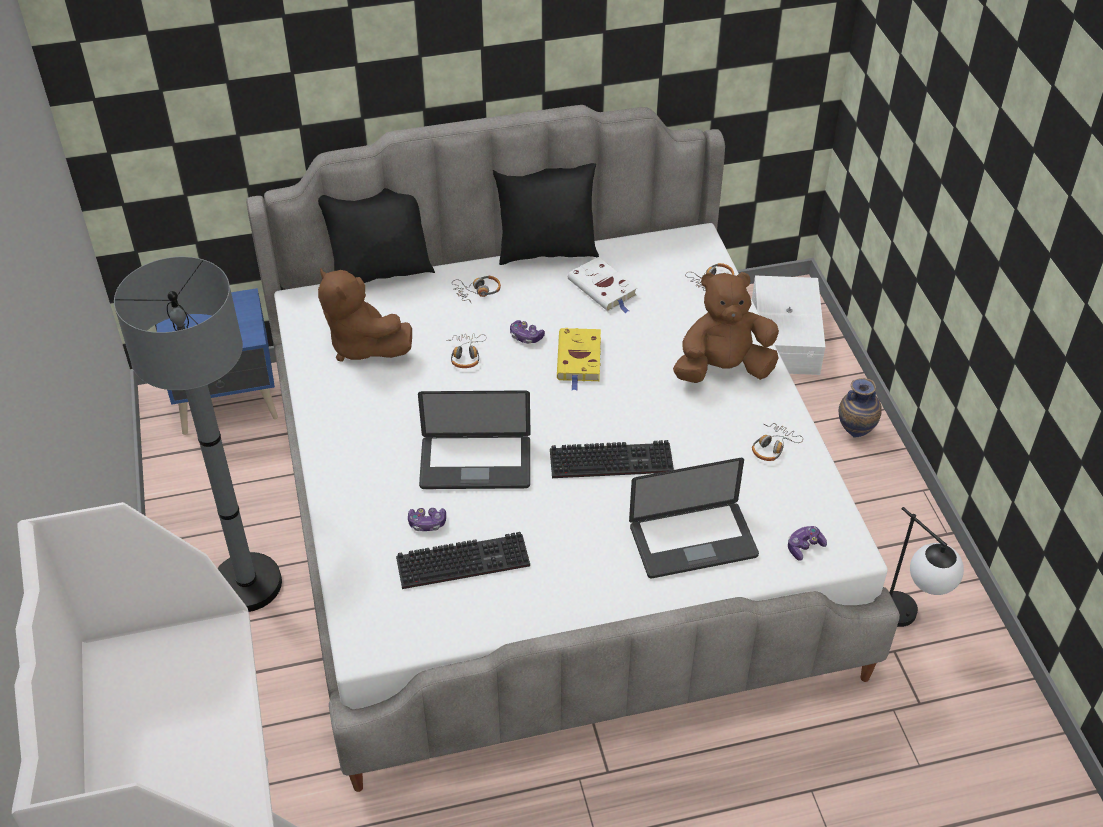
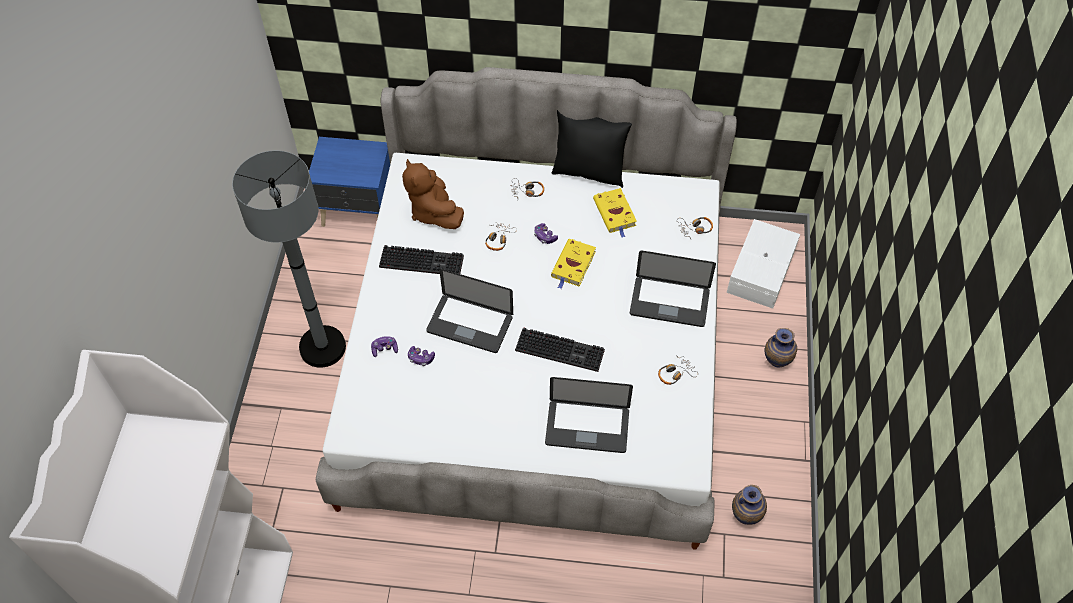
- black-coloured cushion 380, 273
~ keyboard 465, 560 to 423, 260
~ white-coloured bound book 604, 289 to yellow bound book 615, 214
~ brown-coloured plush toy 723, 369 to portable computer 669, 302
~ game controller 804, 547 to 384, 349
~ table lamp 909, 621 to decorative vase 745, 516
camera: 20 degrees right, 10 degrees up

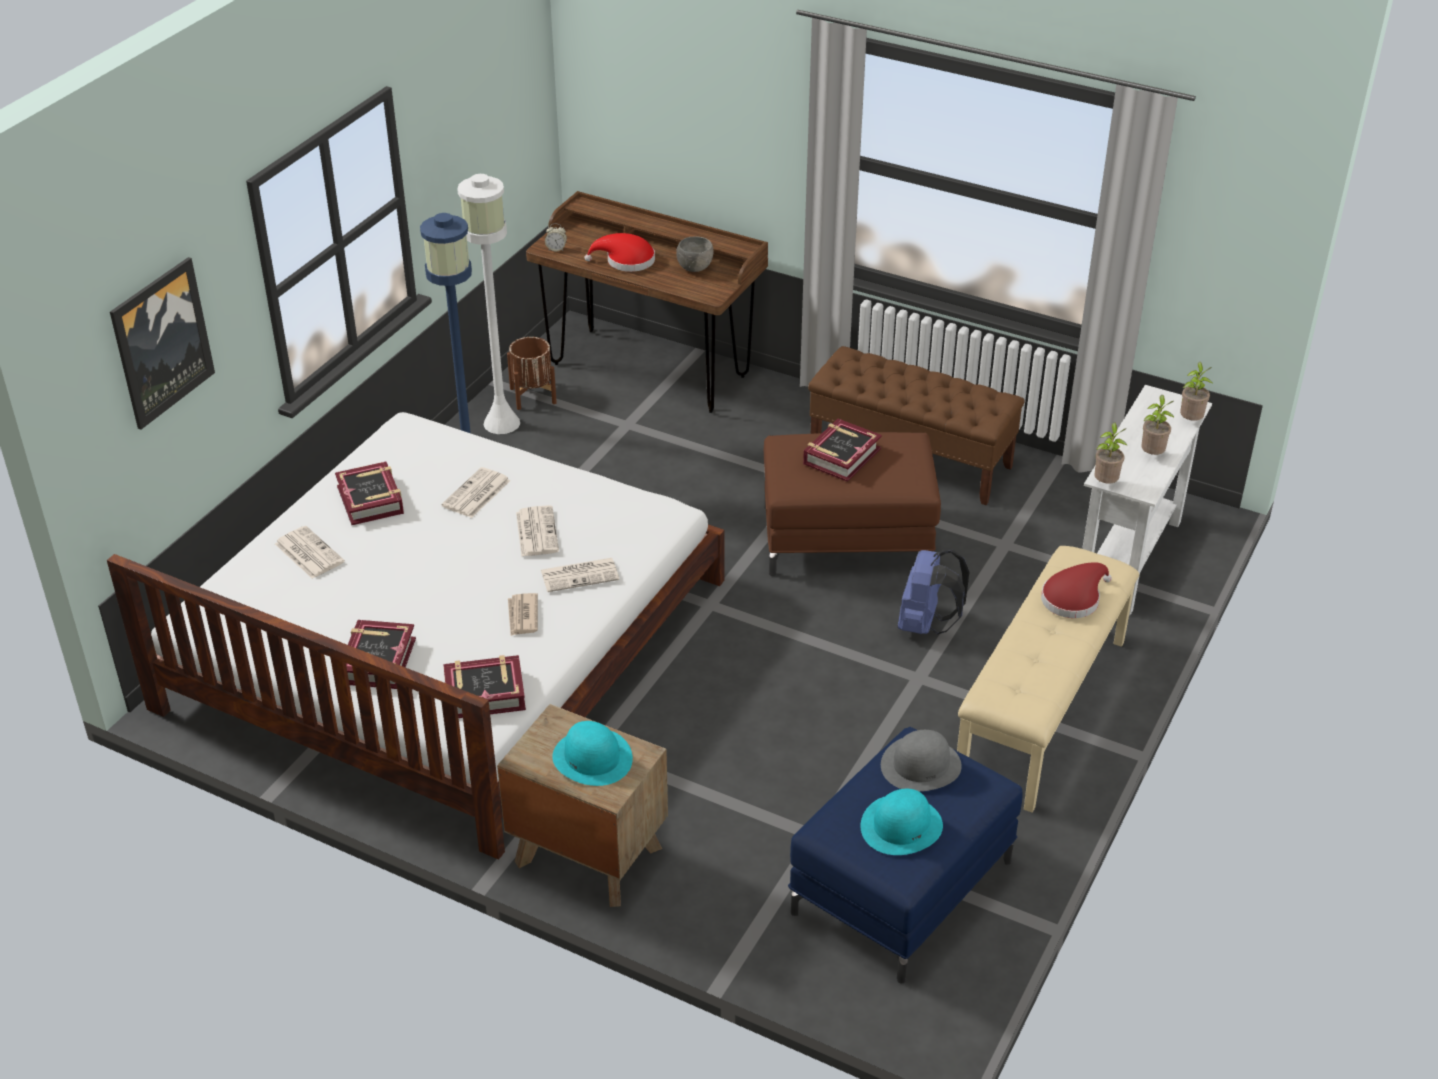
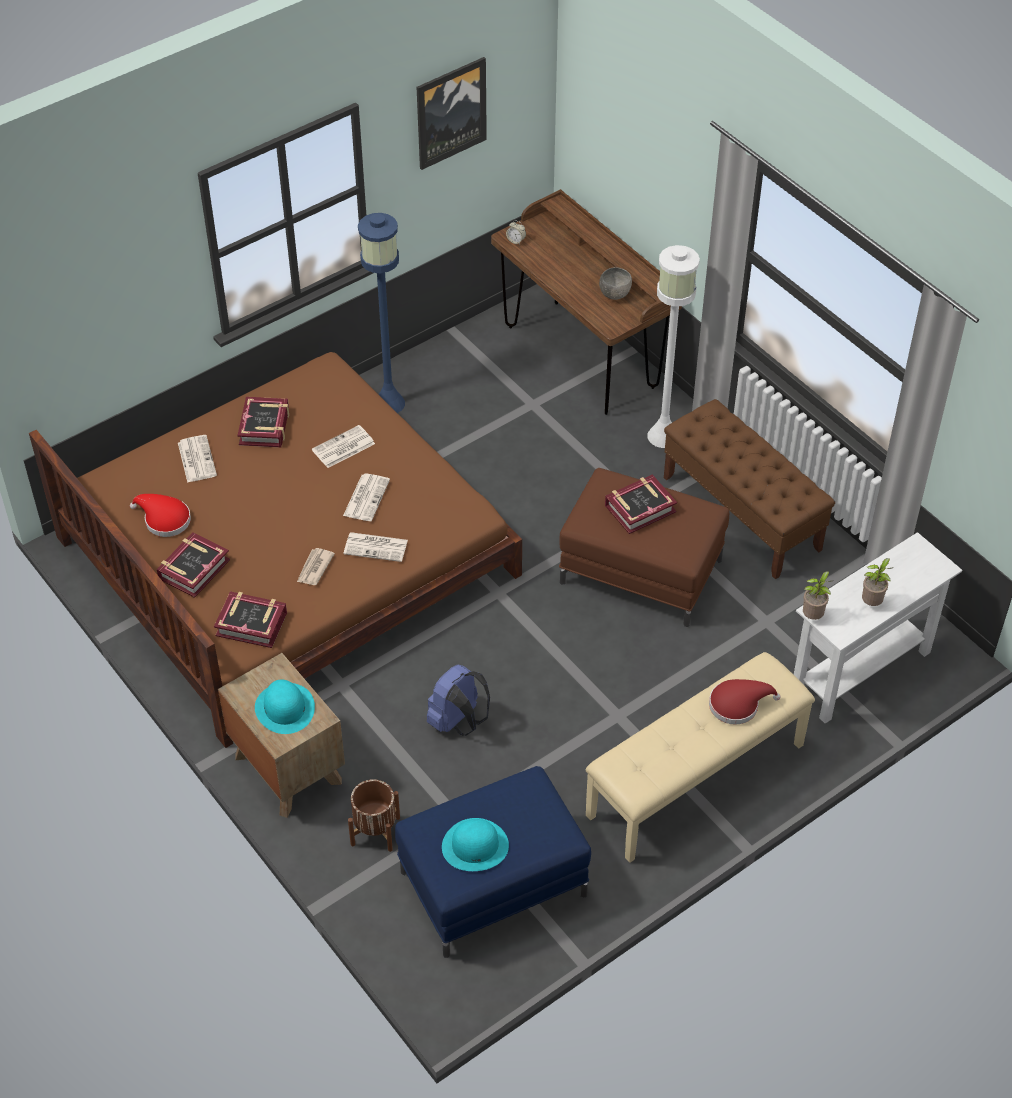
~ white-coloured bedroom bed 446, 643 to brown-coloured bedroom bed 286, 556
~ wall art 161, 342 to 450, 112
~ white-coloured standing lamp 501, 423 to 662, 436
~ brown-coloured planter 532, 395 to 375, 830
~ red-coloured hat 626, 261 to 164, 520
- greyish hat 921, 765
~ blue-coloured rucksack 926, 625 to 458, 722
- houseplant 1190, 421
camera: 25 degrees right, 10 degrees up

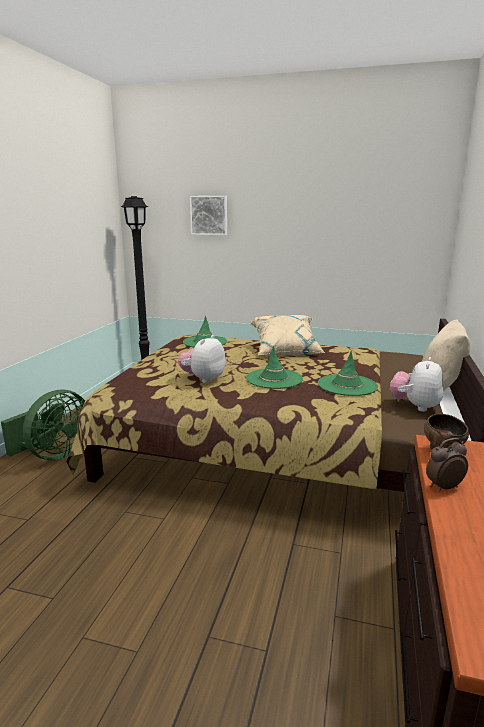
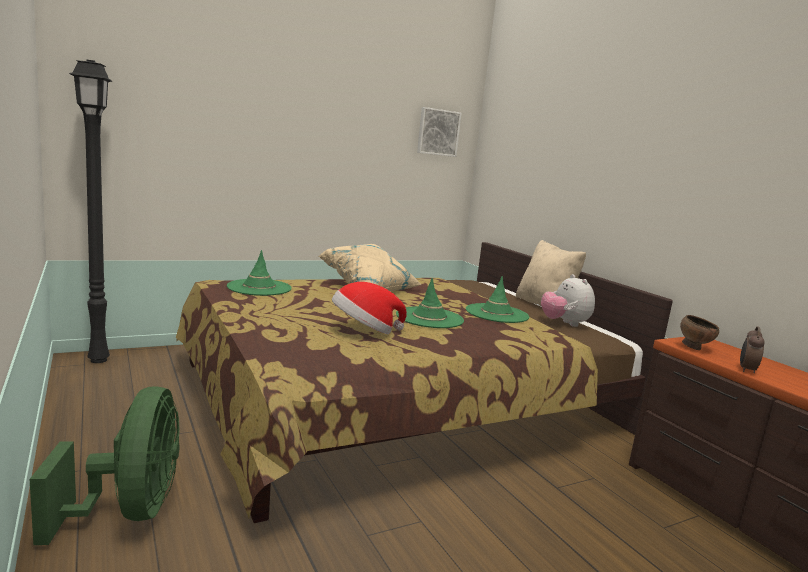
~ plush toy 203, 379 to hat 364, 331
~ wall art 209, 215 to 438, 132
camera: 45 degrees left, 5 degrees down

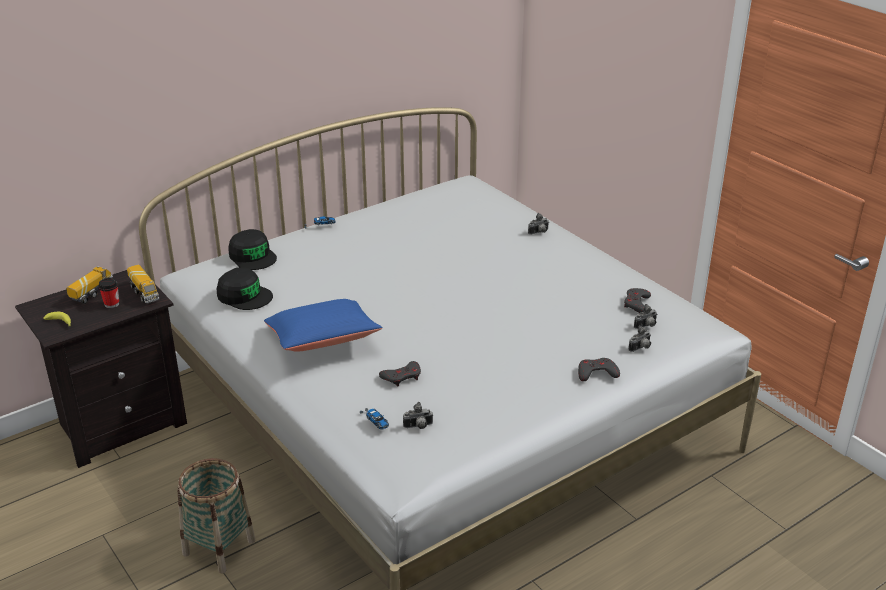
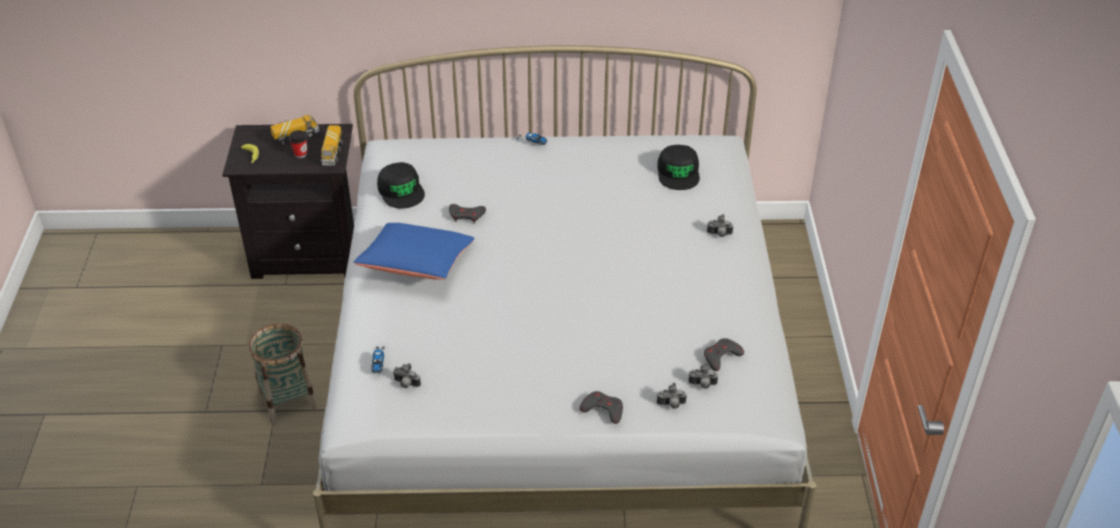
~ black-coloured peaked cap 252, 256 to 678, 172
~ greyish game controller 402, 377 to 466, 215
camera: 35 degrees right, 10 degrees up

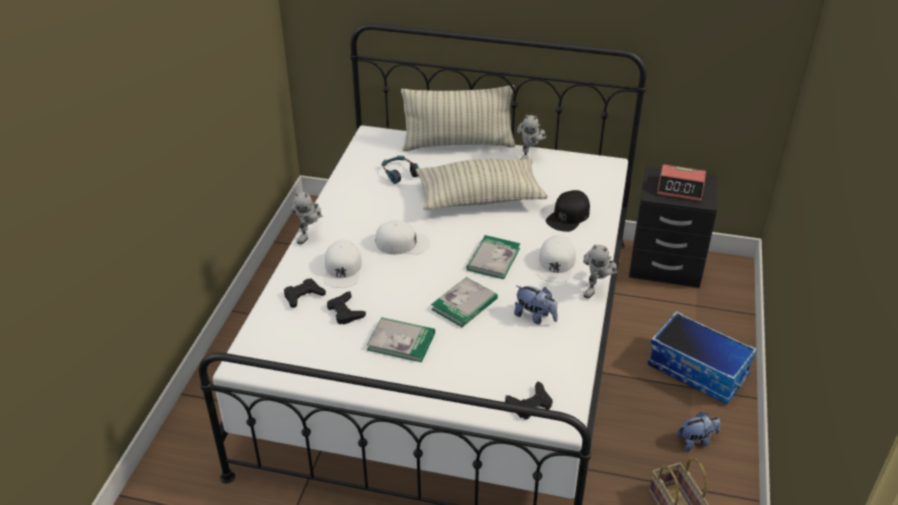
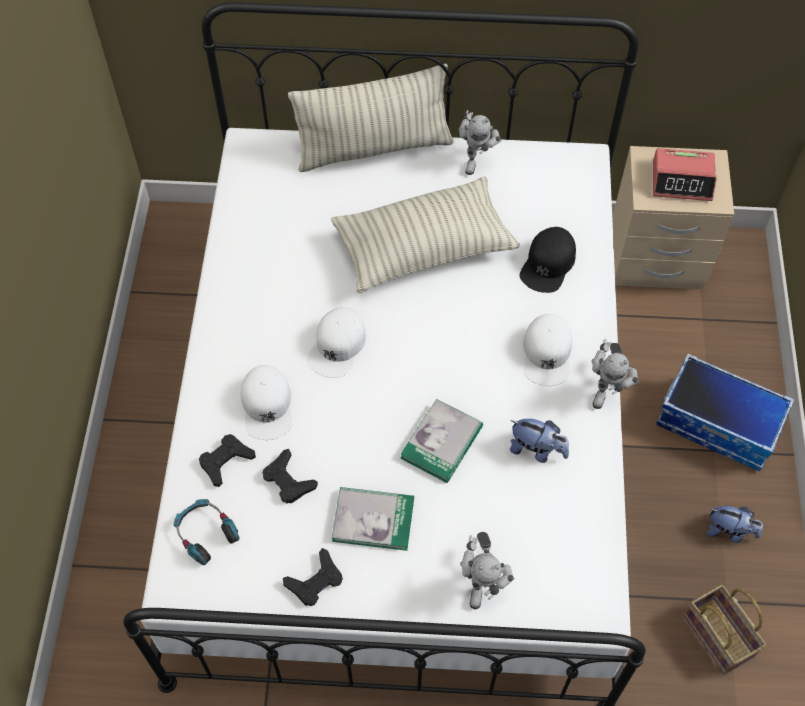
~ toy robot 310, 235 to 482, 582
~ white-coloured peaked cap 402, 243 = 337, 346 120 degrees clockwise
~ headset 399, 173 to 206, 533
- bound book 493, 259
~ black-coloured game controller 530, 404 to 315, 581
~ black-coloured nightstand 665, 266 to beige nightstand 655, 259
~ plush toy 696, 441 = 729, 531 45 degrees clockwise
camera: 10 degrees left, 20 degrees up

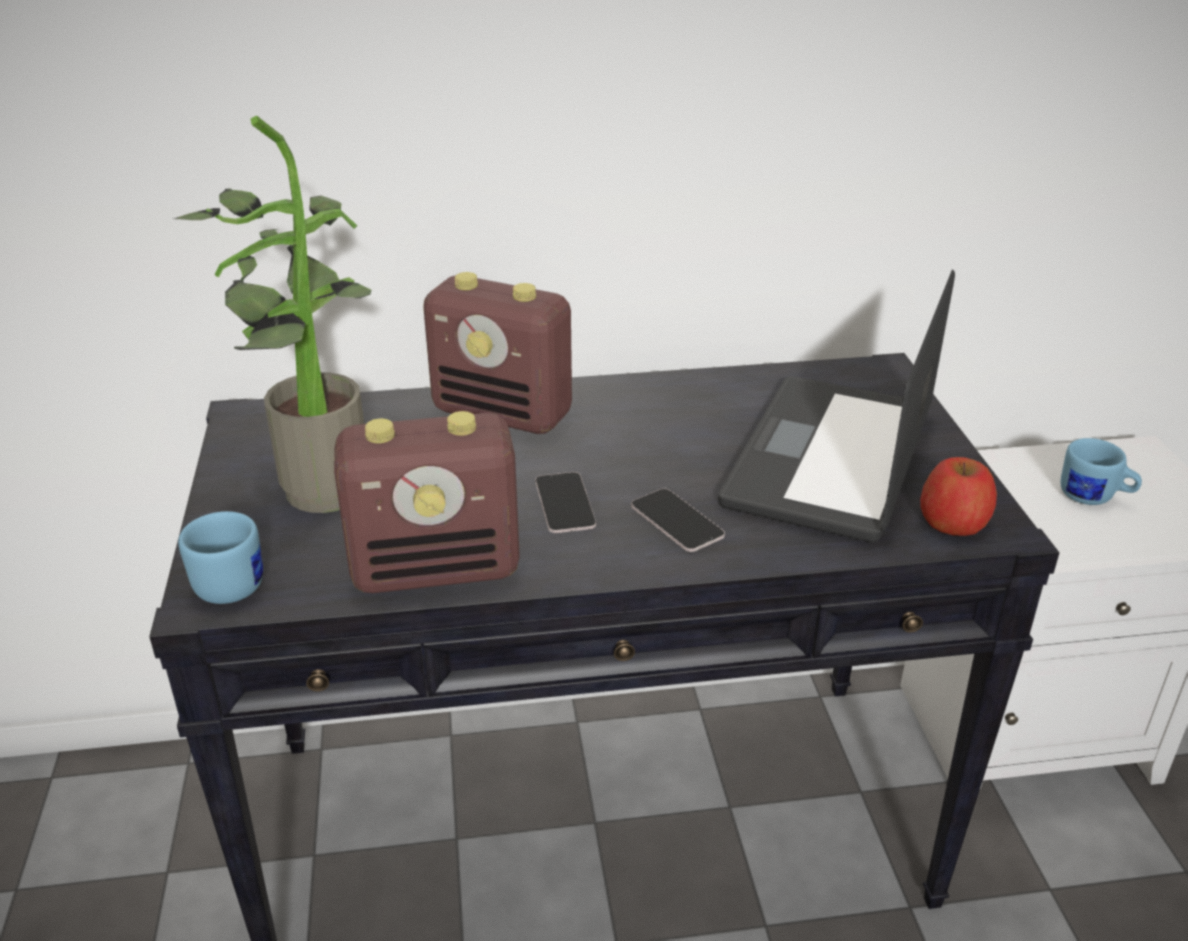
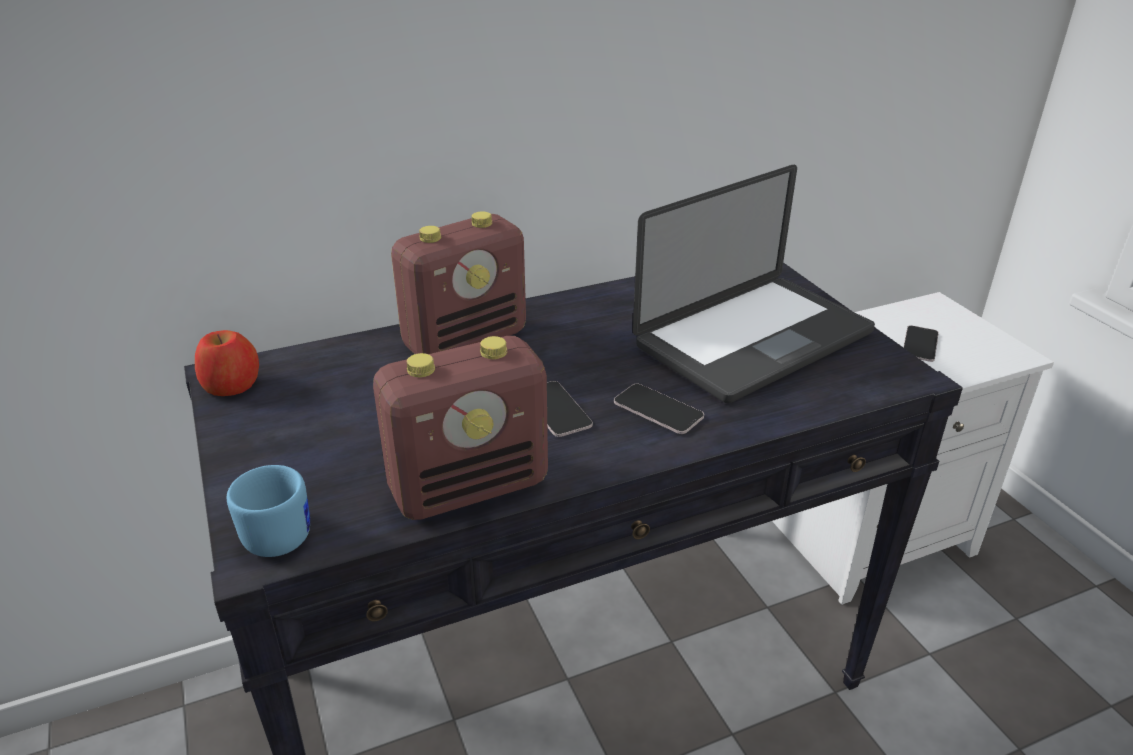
- houseplant 318, 484
~ radio receiver 504, 414 = 466, 340 45 degrees counterclockwise
~ portable computer 829, 459 = 754, 340 135 degrees counterclockwise
~ whole apple 954, 521 to 231, 384
~ blue-coloured mug 1094, 498 to phone 920, 344
camera: 15 degrees left, 0 degrees up

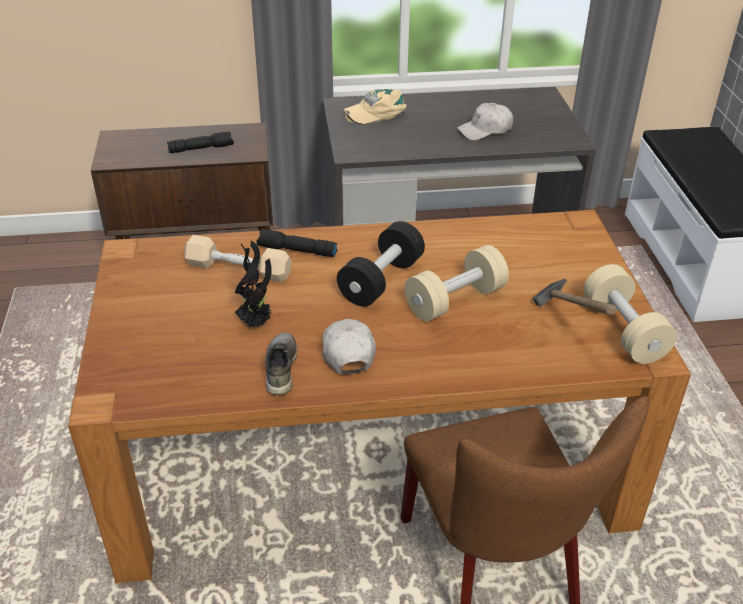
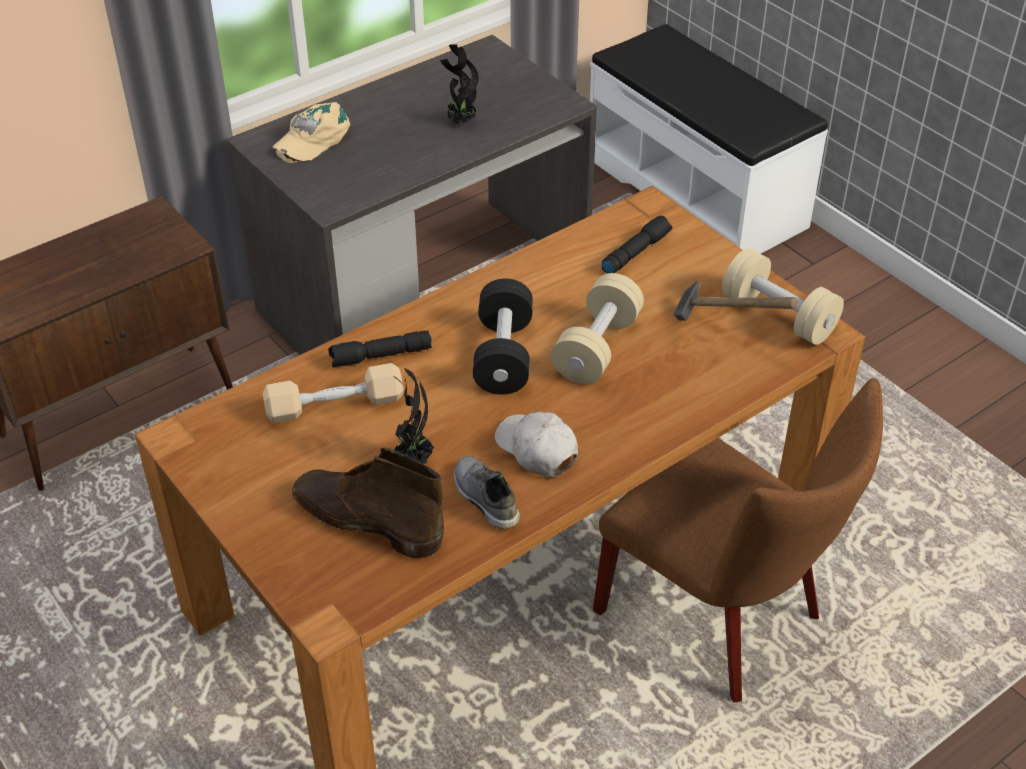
~ black-coloured flashlight 201, 148 to 635, 252
~ white-coloured peaked cap 485, 130 to houseplant 460, 121
+ brown-coloured boot 366, 520
camera: 30 degrees left, 5 degrees up

